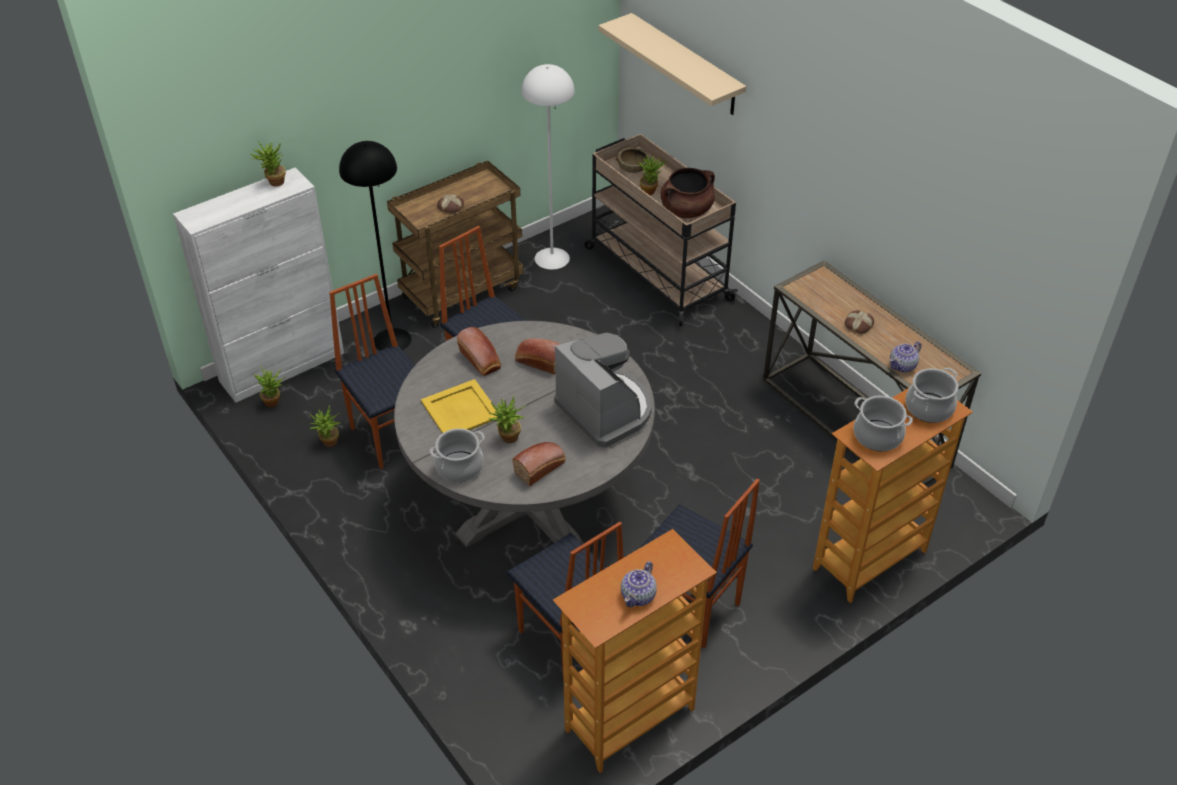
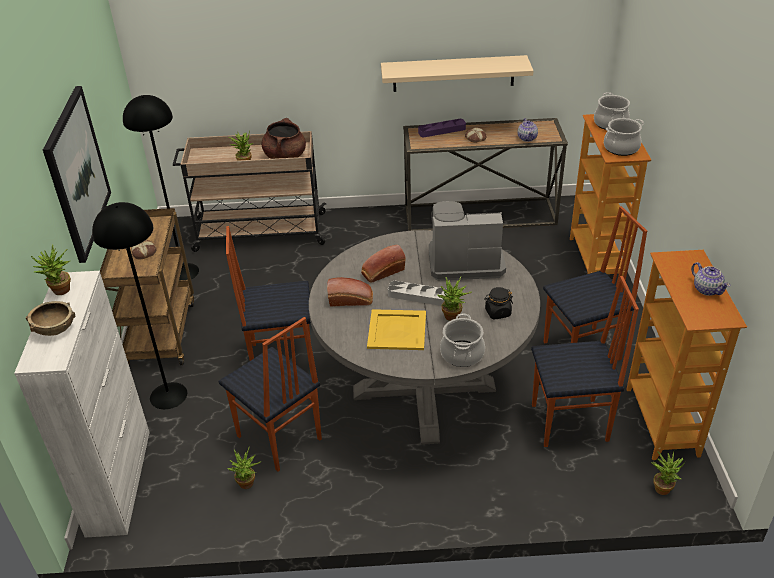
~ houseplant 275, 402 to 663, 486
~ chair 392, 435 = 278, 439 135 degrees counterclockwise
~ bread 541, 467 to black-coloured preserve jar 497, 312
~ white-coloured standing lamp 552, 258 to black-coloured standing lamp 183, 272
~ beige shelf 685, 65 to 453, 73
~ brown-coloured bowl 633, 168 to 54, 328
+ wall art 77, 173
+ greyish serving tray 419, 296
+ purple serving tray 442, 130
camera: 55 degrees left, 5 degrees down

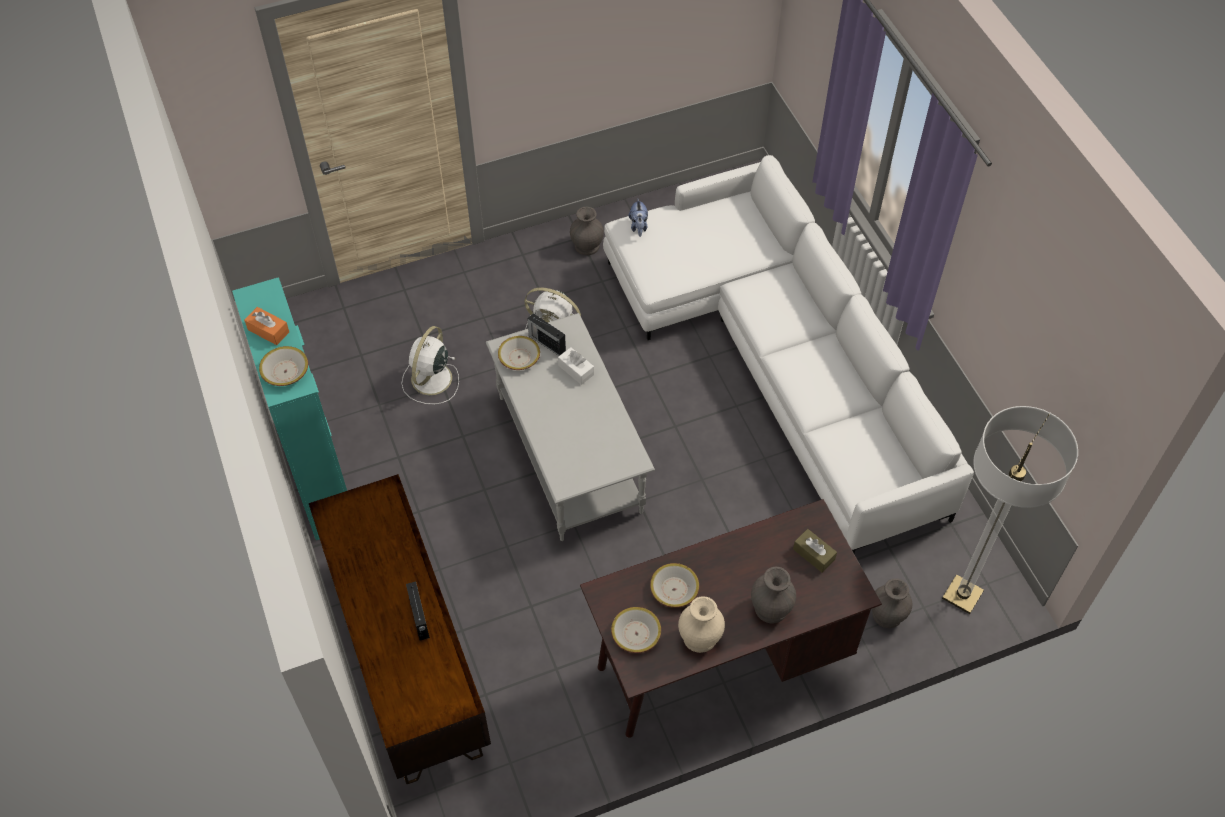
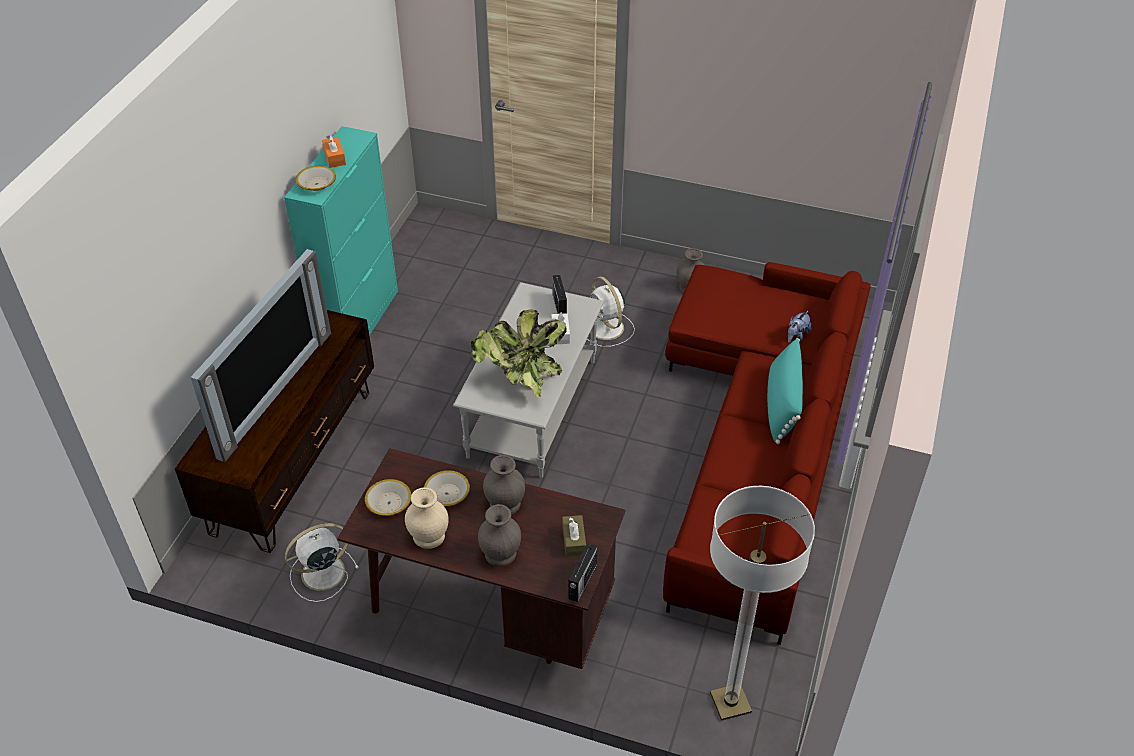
~ white-coloured cooling fan 430, 380 to 321, 573
~ radio receiver 419, 619 to 582, 582
- bowl 519, 357
~ white-coloured settee 779, 360 to red-coloured settee 757, 443
~ plush toy 638, 226 to 796, 336
~ greyish decorative vase 886, 614 to 504, 502
+ television 270, 391
+ houseplant 521, 378
+ blue-green cushion 782, 405
camera: 40 degrees right, 10 degrees down

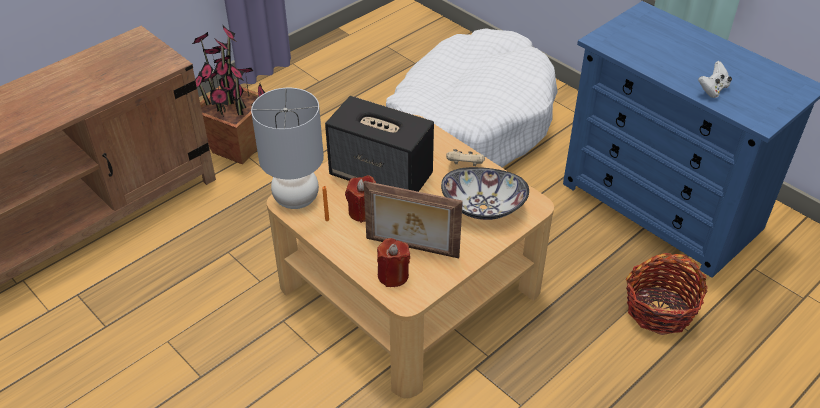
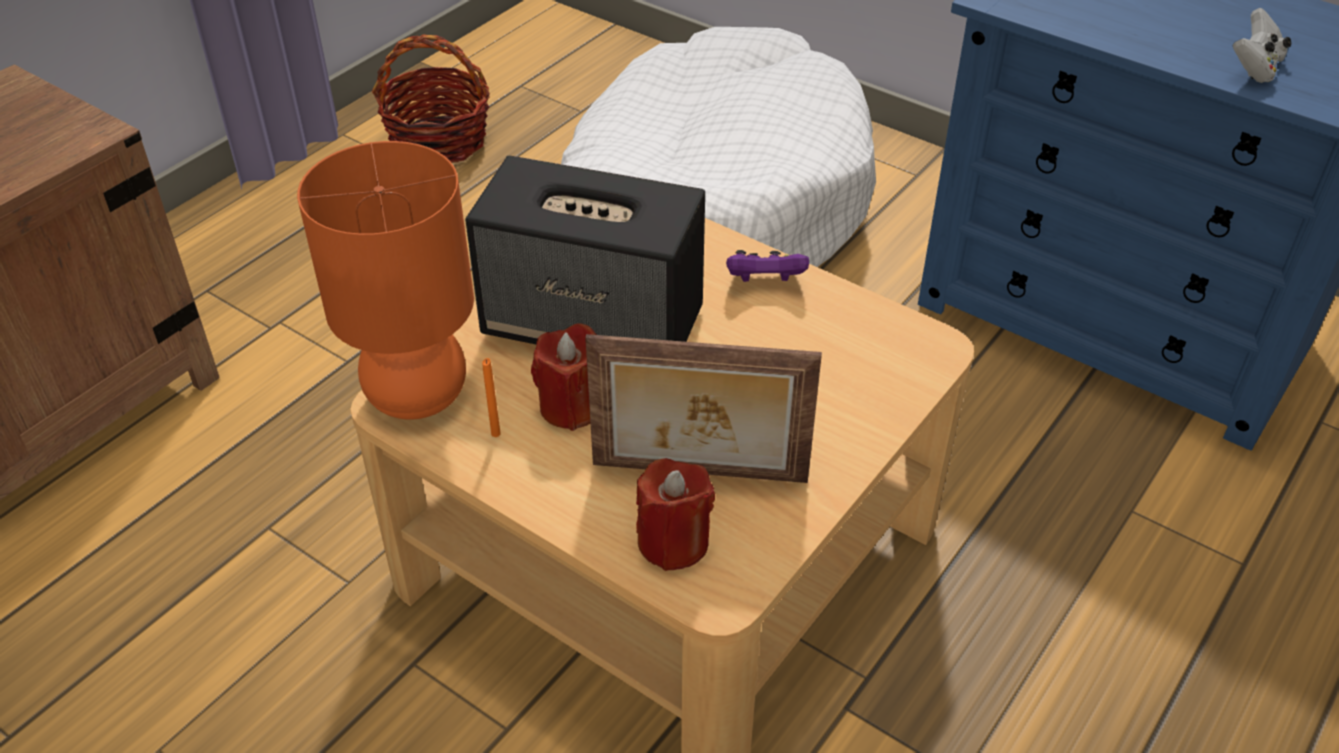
- houseplant 238, 148
~ greyish table lamp 297, 198 to orange-coloured table lamp 418, 395
- bowl 483, 207
~ beige game controller 465, 165 to purple game controller 765, 282
~ storage basket 659, 309 to 439, 140
camera: 10 degrees left, 0 degrees up

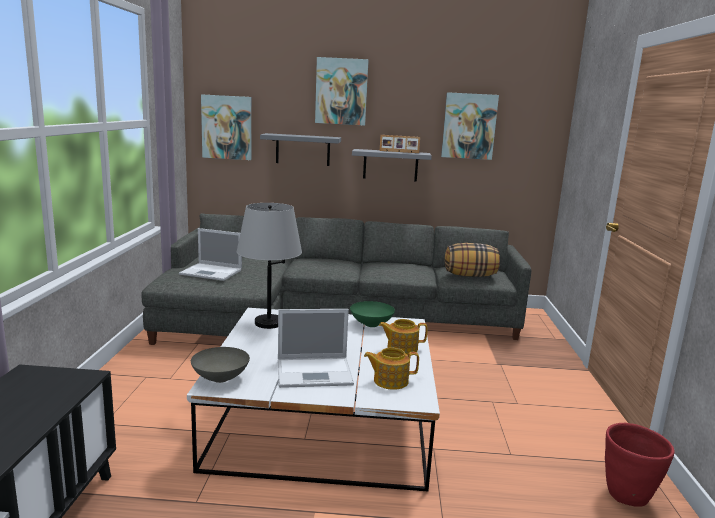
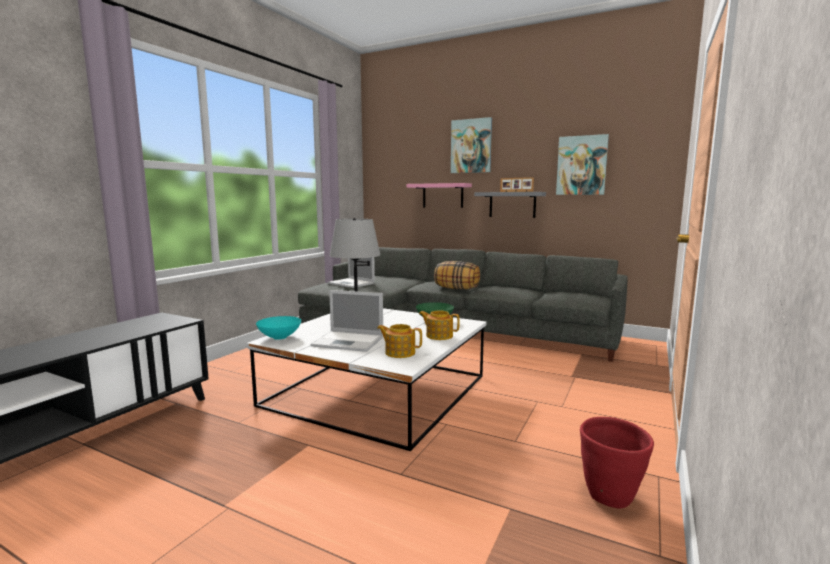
~ greyish bowl 221, 378 to blue-green bowl 280, 337
- wall art 227, 127
~ greyish shelf 303, 149 to pink shelf 442, 195
~ cushion 470, 275 to 457, 289
camera: 25 degrees right, 5 degrees down

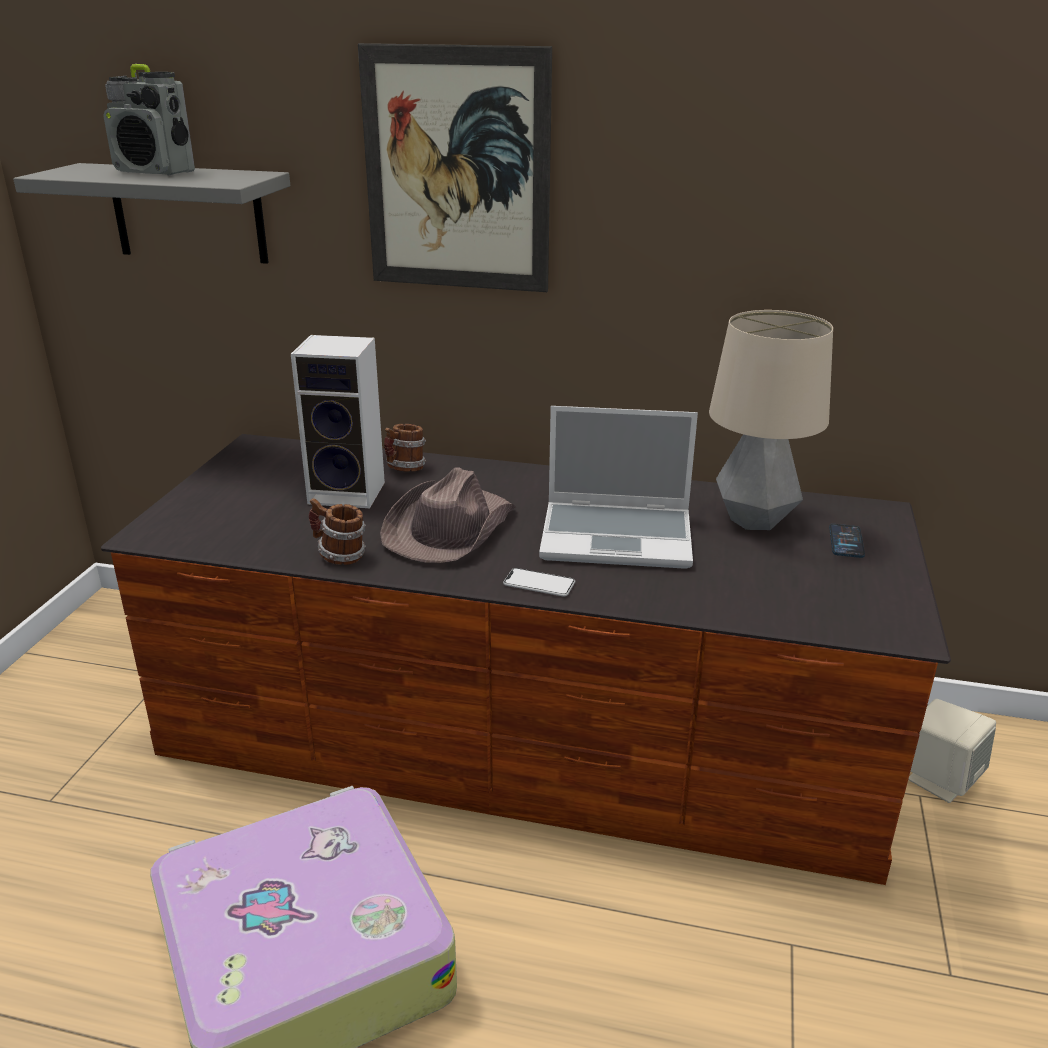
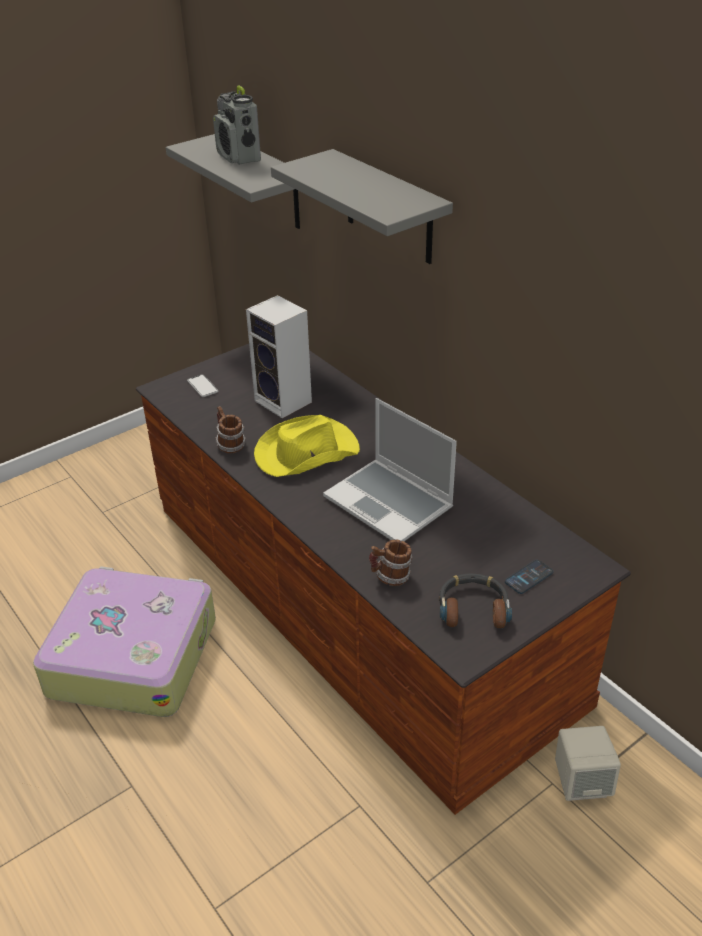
~ wall art 457, 171 to greyish shelf 389, 208
~ brown-coloured hat 449, 528 to yellow hat 305, 452
~ mug 405, 469 to 390, 577
~ phone 539, 584 to 202, 386
- table lamp 753, 520
+ headset 473, 607
camera: 40 degrees right, 10 degrees up

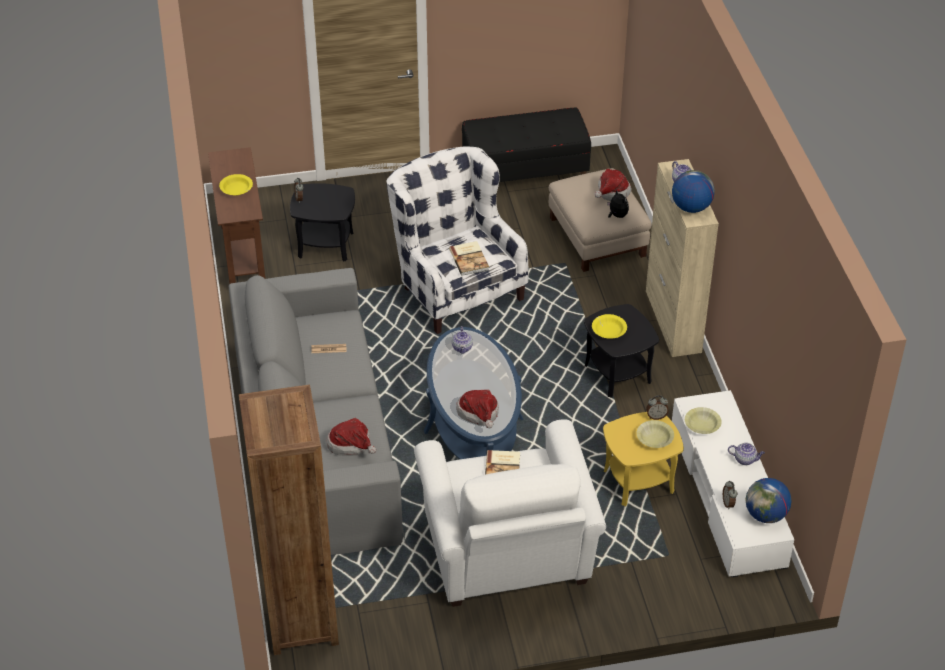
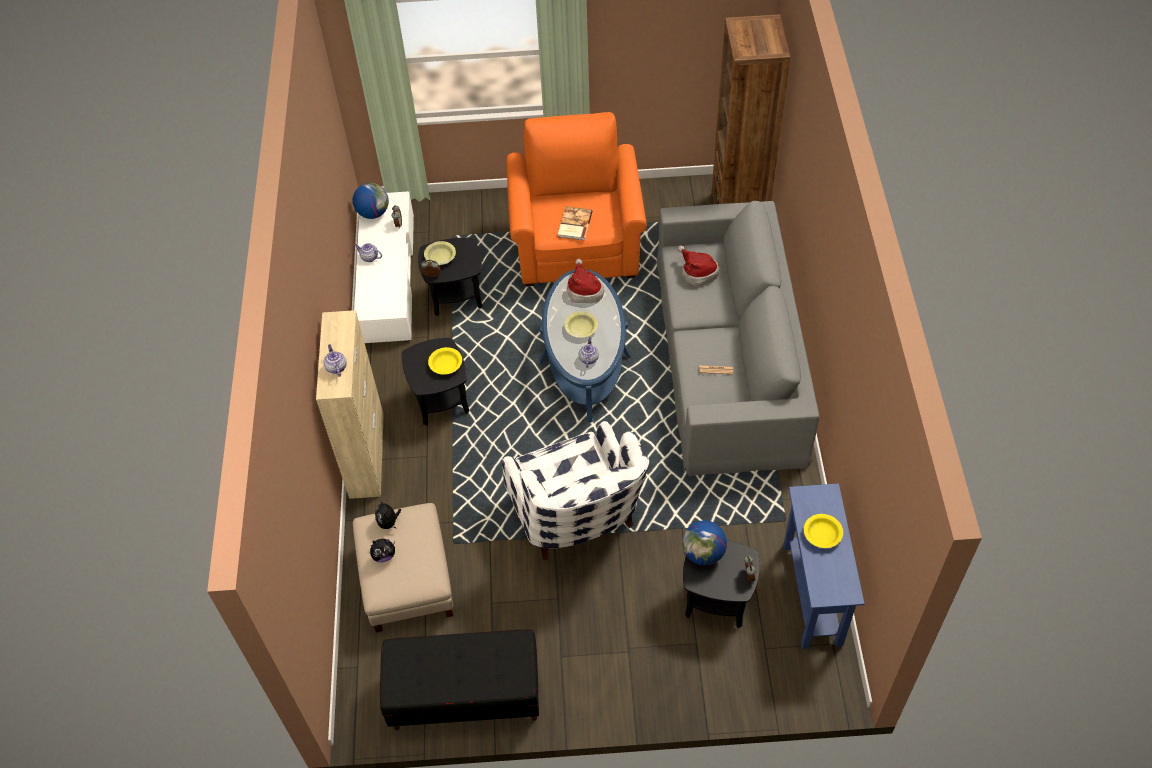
~ brown-coloured console table 243, 255 to blue-coloured console table 812, 594
~ white-coloured armchair 507, 557 to orange-coloured armchair 577, 244
- bound book 469, 259
~ hat 611, 193 to plush toy 384, 555
~ yellow end table 639, 481 to black-coloured end table 455, 296
~ globe 691, 207 to 703, 553
~ yellow bowl 702, 425 to 581, 328
camera: 170 degrees left, 10 degrees up

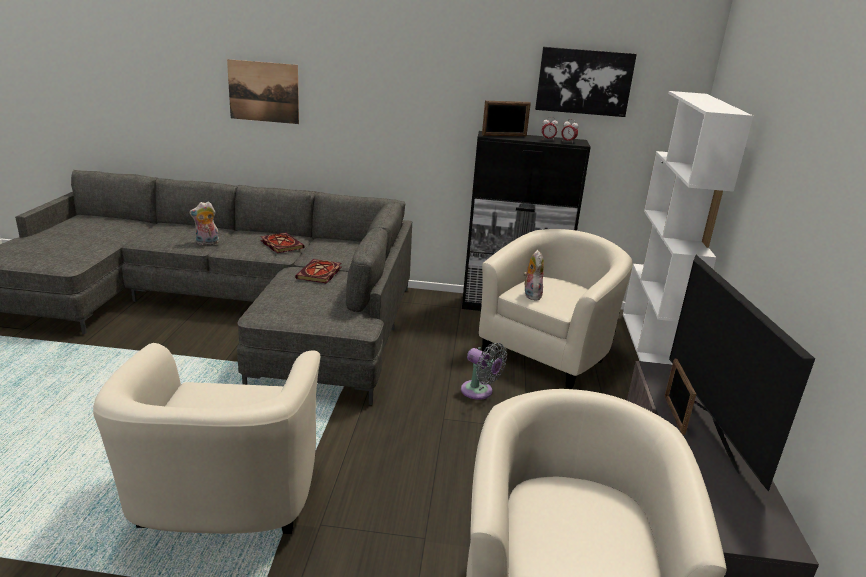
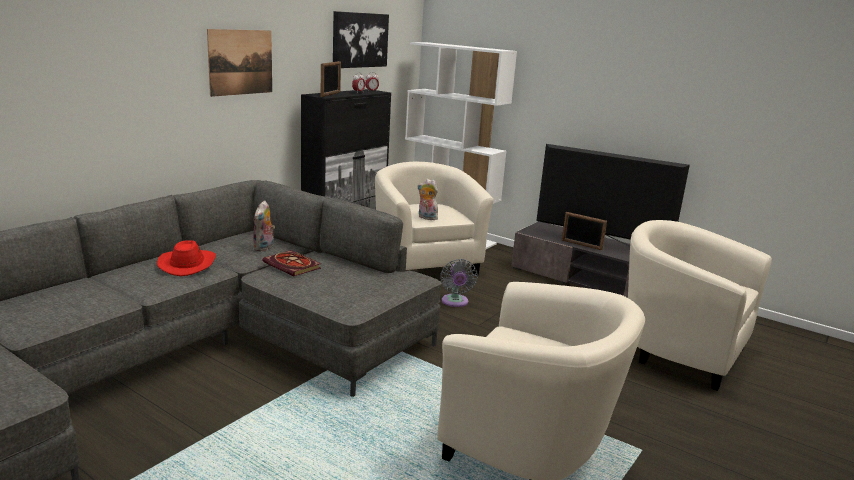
~ plush toy 206, 243 to 264, 248
~ wall art 263, 92 to 241, 62
~ bound book 280, 244 to red-coloured hat 187, 264
~ greyish cooling fan 479, 392 = 455, 302 105 degrees clockwise
camera: 60 degrees left, 5 degrees down

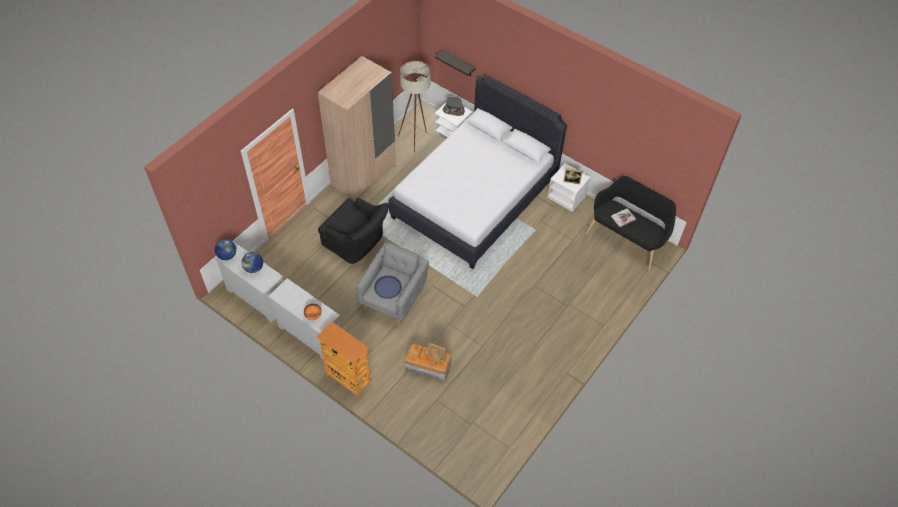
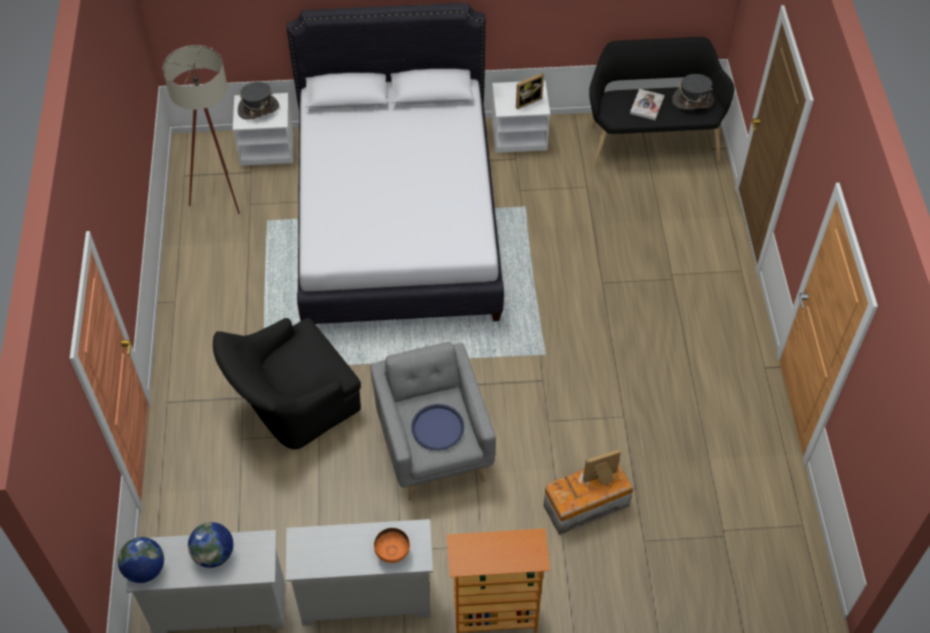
- beige wardrobe 364, 175
~ black-coloured armchair 357, 242 = 292, 405 150 degrees clockwise
- shelf 458, 64
+ greyish hat 693, 101
camera: 40 degrees left, 0 degrees up

